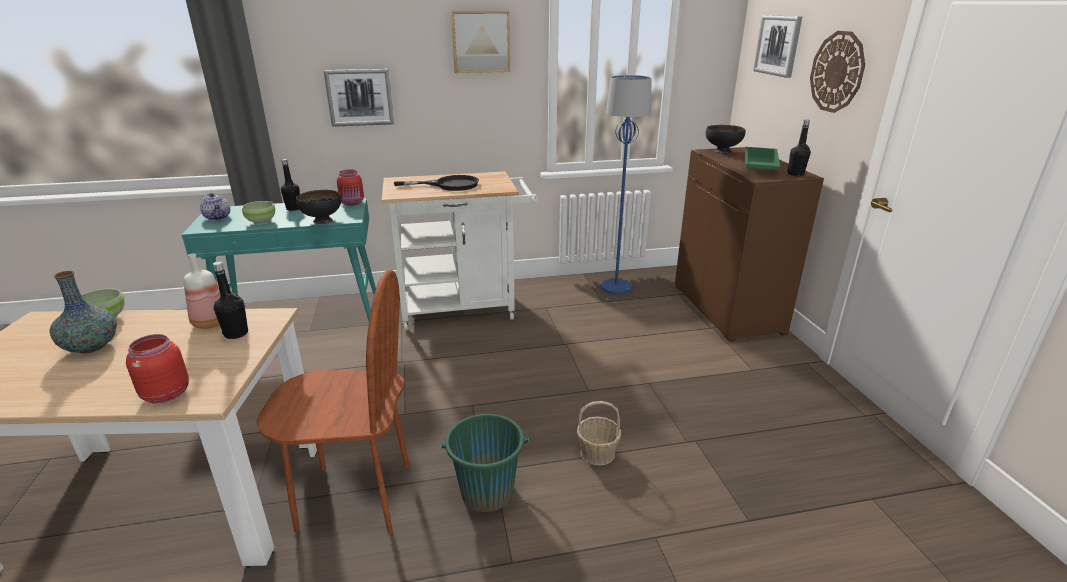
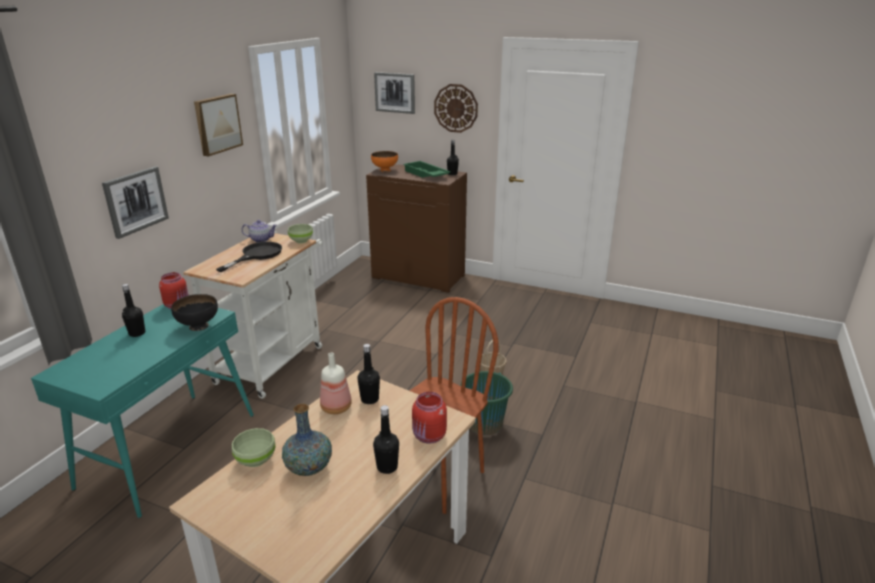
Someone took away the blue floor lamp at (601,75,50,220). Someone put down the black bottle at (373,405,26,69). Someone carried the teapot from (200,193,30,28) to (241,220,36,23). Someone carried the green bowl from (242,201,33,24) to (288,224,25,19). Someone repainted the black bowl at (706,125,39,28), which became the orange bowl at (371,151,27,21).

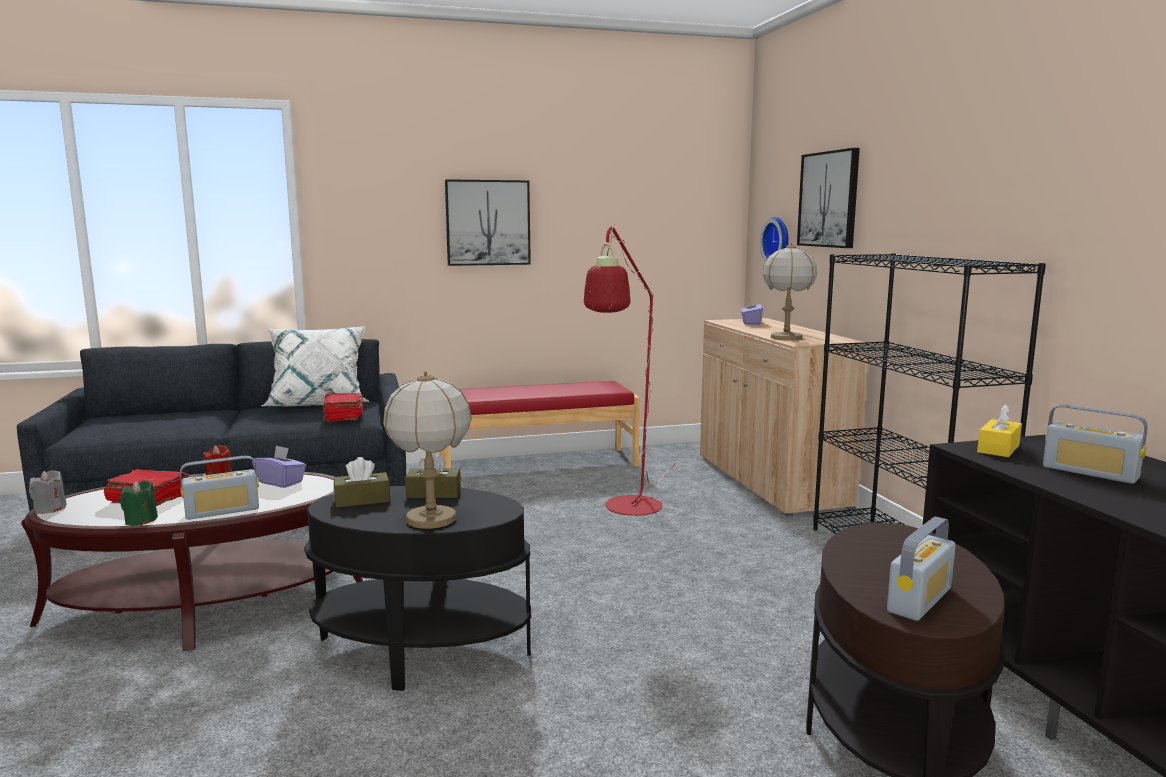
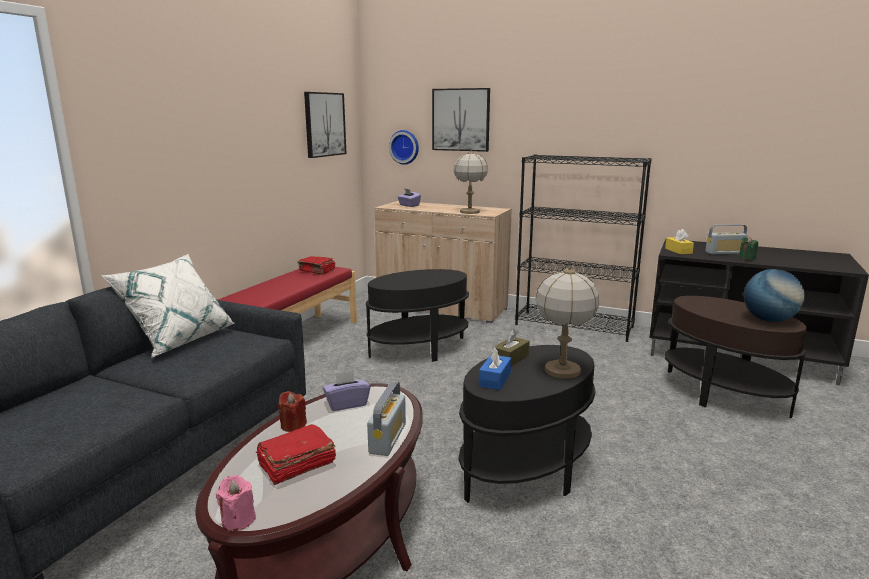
Someone carried the green candle from (120,480,38,46) to (739,237,19,24). Someone carried the red book from (323,393,40,29) to (297,256,38,19). Someone carried the picture from (445,179,86,87) to (304,92,43,66). Someone swapped the red floor lamp at (584,224,93,292) for the black side table at (366,269,103,93). Someone swapped the radio at (887,517,69,104) for the globe at (744,269,61,53). Someone repainted the grey candle at (29,470,38,44), which became the pink candle at (216,475,40,56). Someone repainted the brown tissue box at (334,457,56,51), which became the blue tissue box at (479,347,32,43).

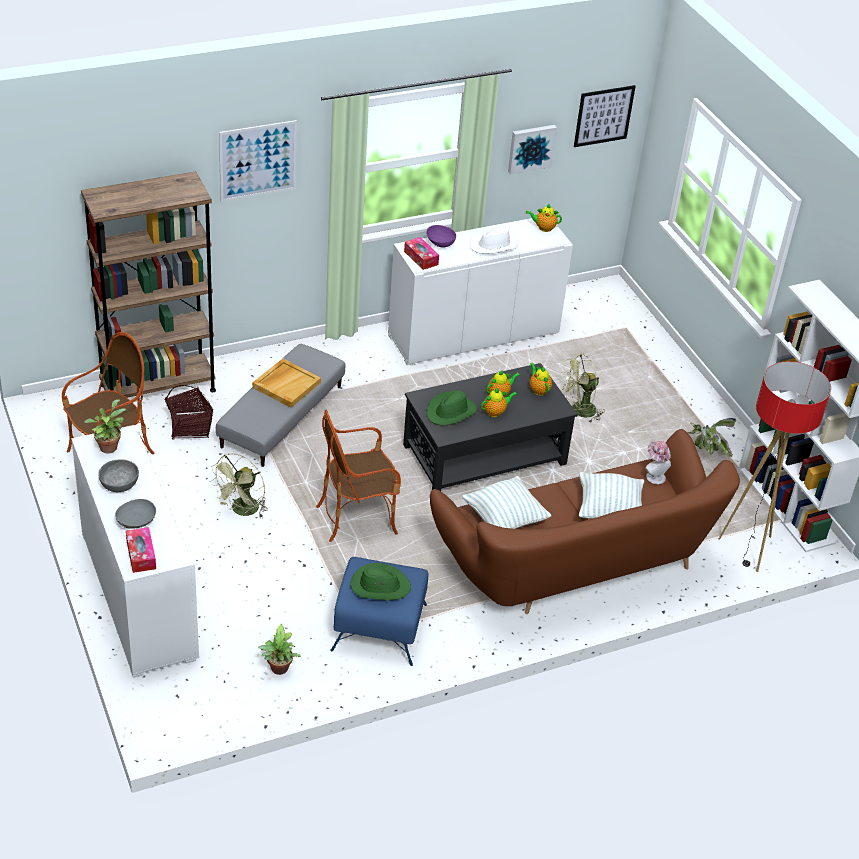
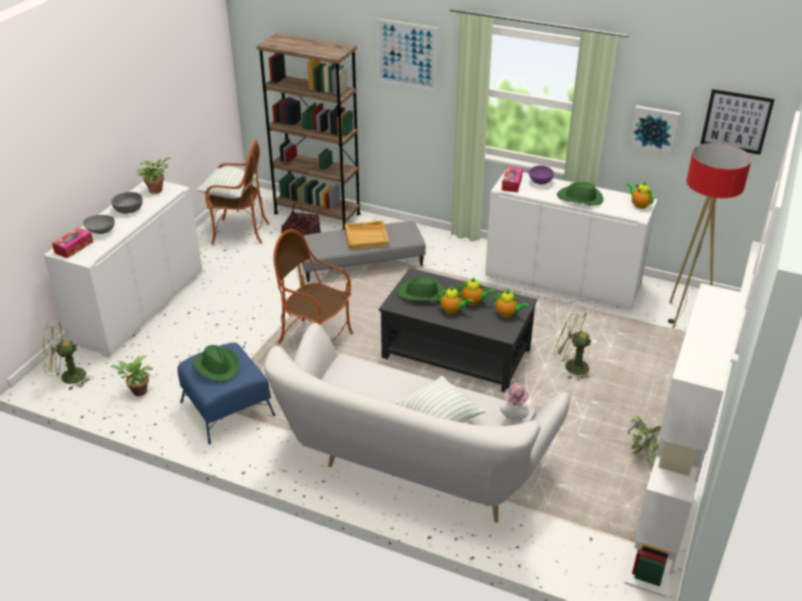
Someone carried the green fan from (210,453,58,65) to (42,321,51,70). Someone carried the pillow from (462,476,90,53) to (197,167,61,32). Someone carried the floor lamp from (719,361,112,211) to (668,143,83,186). Someone repainted the brown sofa at (430,429,310,185), which became the white sofa at (264,323,306,200). Someone repainted the white hat at (470,226,48,28), which became the green hat at (557,182,46,24). Someone rotated the teapot at (530,363,22,33) by 90 degrees clockwise.

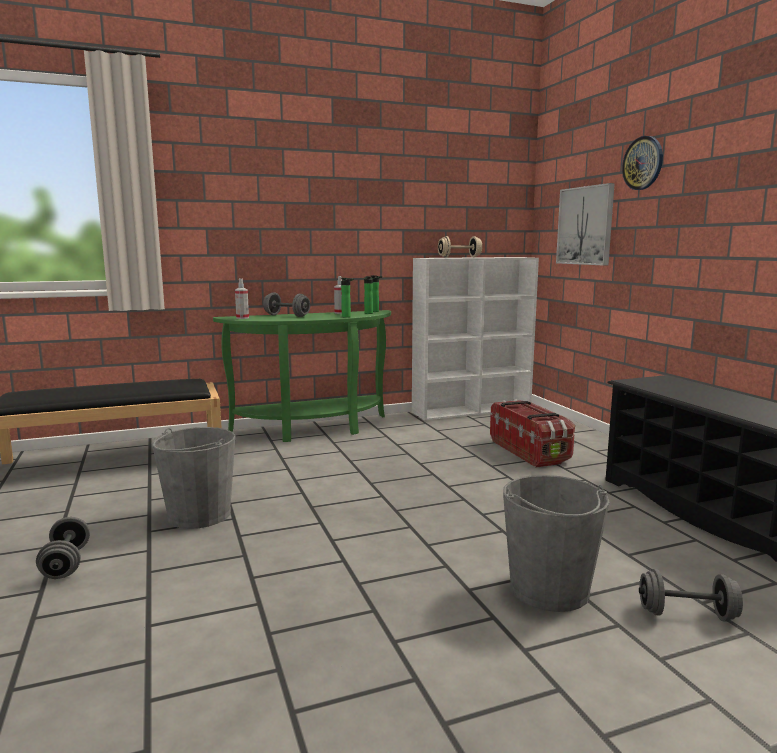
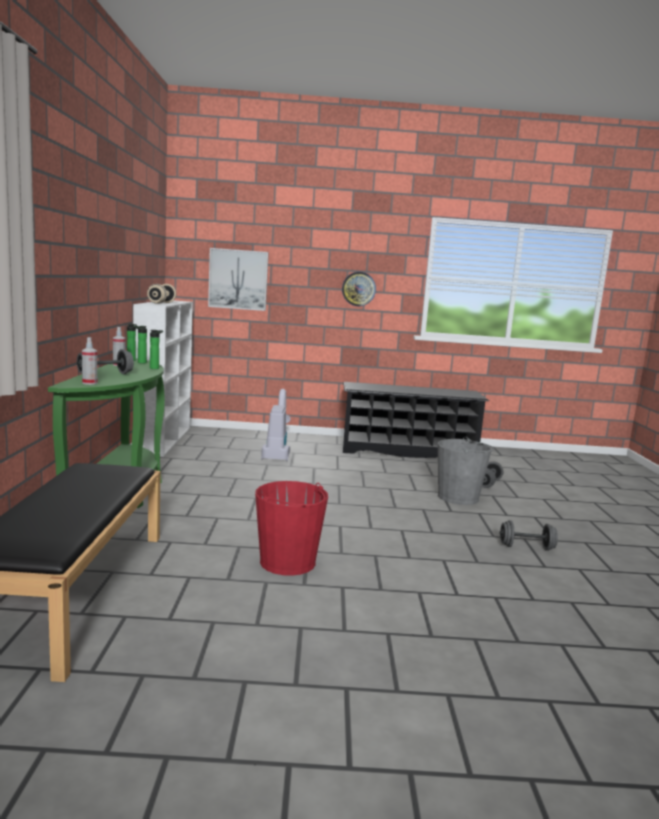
Someone carried the grey dumbbell from (36,517,54,62) to (500,520,58,31). Someone carried the wall clock from (622,136,41,54) to (342,272,34,34). Someone swapped the storage box at (490,400,85,68) for the vacuum cleaner at (261,389,30,72). Someone repainted the grey bucket at (152,427,83,102), which became the red bucket at (255,481,73,95).

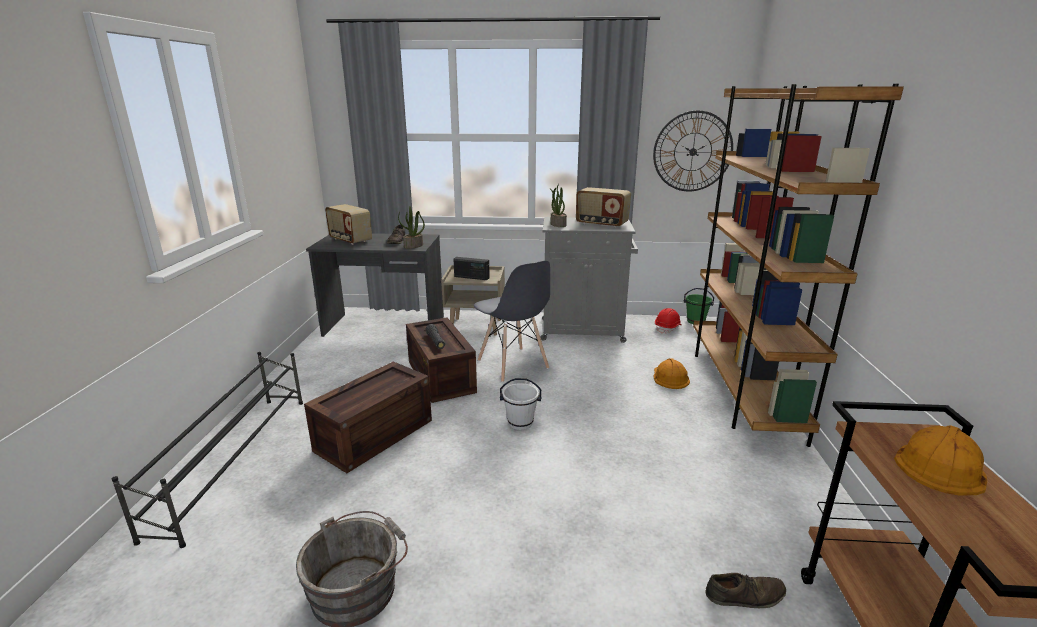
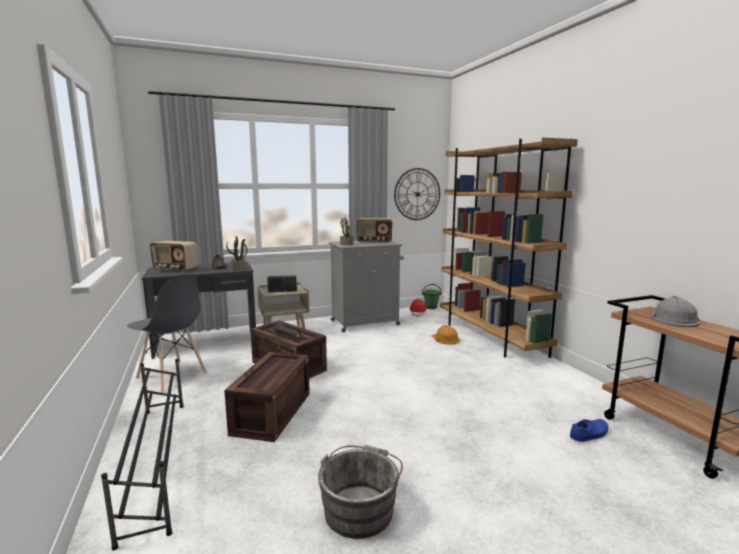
Someone took away the white bucket at (500,378,42,52). Someone carried the grey chair from (474,261,76,121) to (127,276,80,115). Someone repainted the brown shoe at (705,573,81,35), which became the blue shoe at (570,419,39,23). Someone repainted the orange hard hat at (894,425,93,71), which became the grey hard hat at (651,296,50,31).

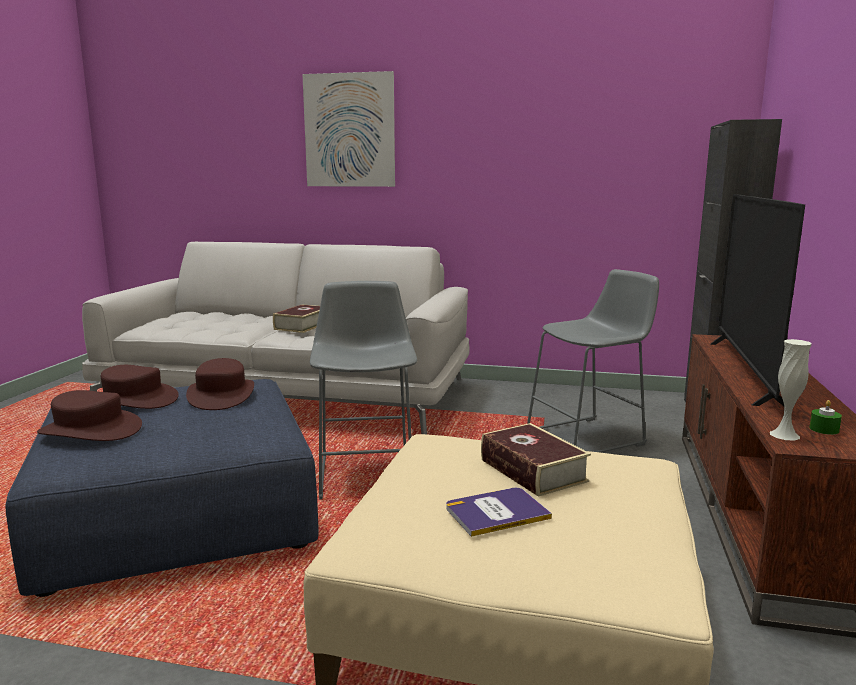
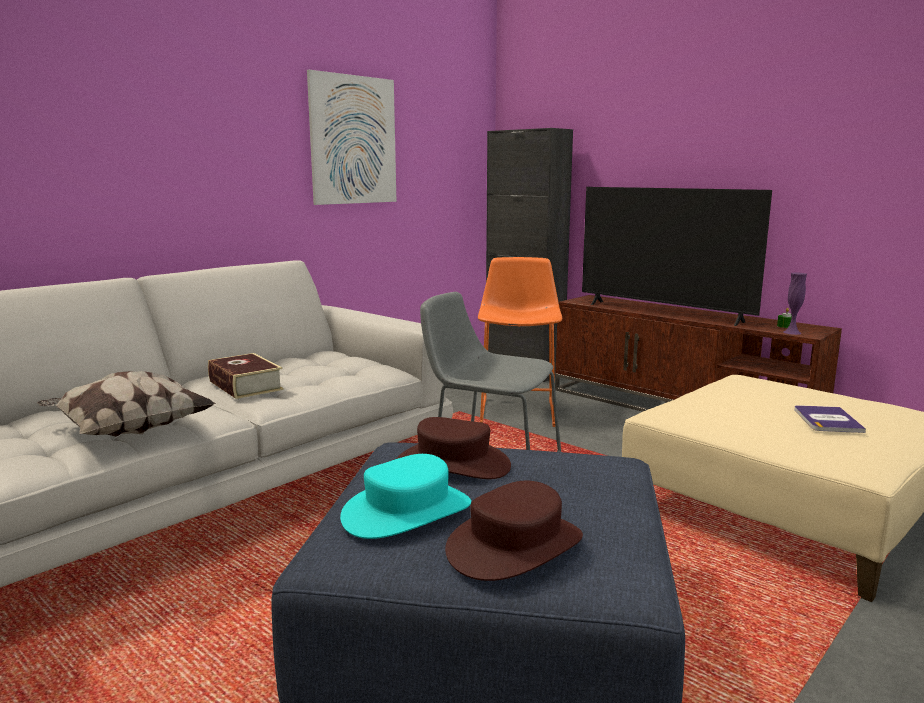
Someone took away the book at (481,423,110,74). Someone put down the pillow at (37,371,179,66). Someone carried the picture from (302,71,93,116) to (307,70,89,135). Someone repainted the brown hat at (101,365,78,44), which became the turquoise hat at (340,454,131,85). Someone repainted the grey stool at (527,269,132,184), which became the orange stool at (478,257,84,170). Someone repainted the white vase at (770,339,42,102), which became the purple vase at (783,273,24,62).

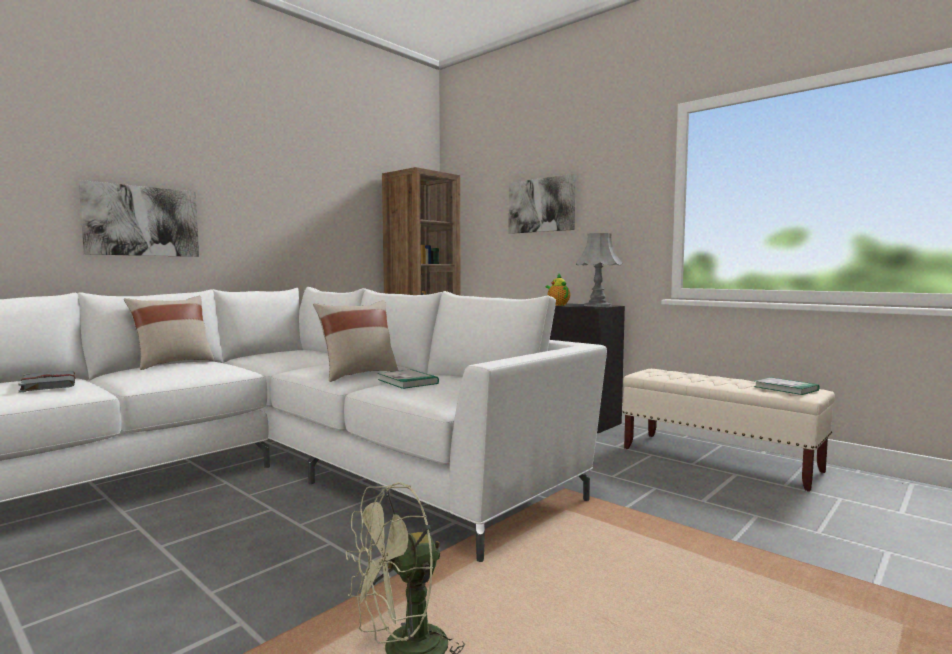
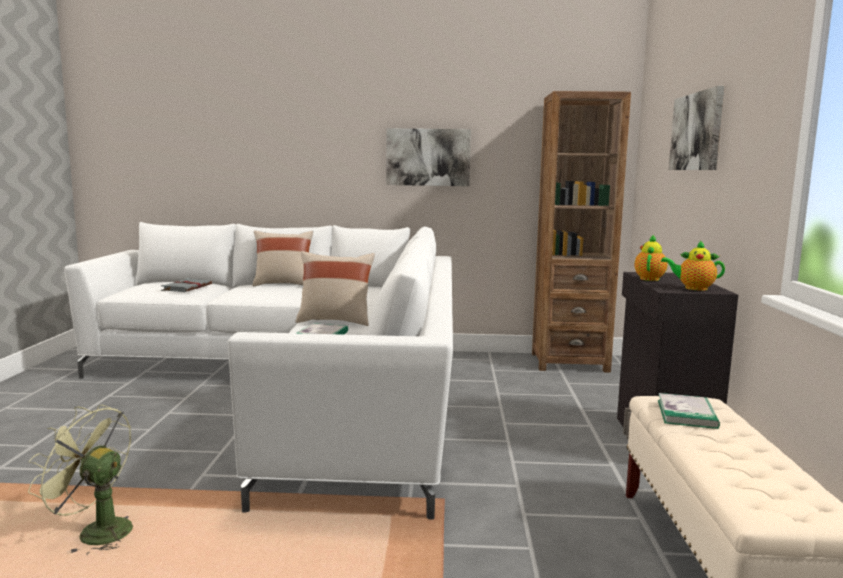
Someone carried the picture from (79,180,120,77) to (386,128,85,58). Someone carried the book from (753,377,66,18) to (658,393,62,36). Someone swapped the grey table lamp at (576,233,46,74) for the teapot at (661,241,64,50).

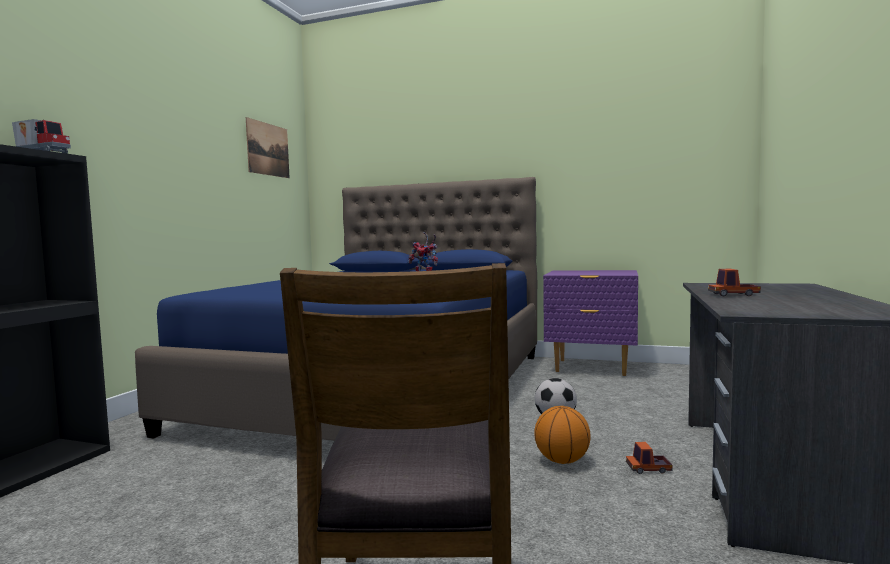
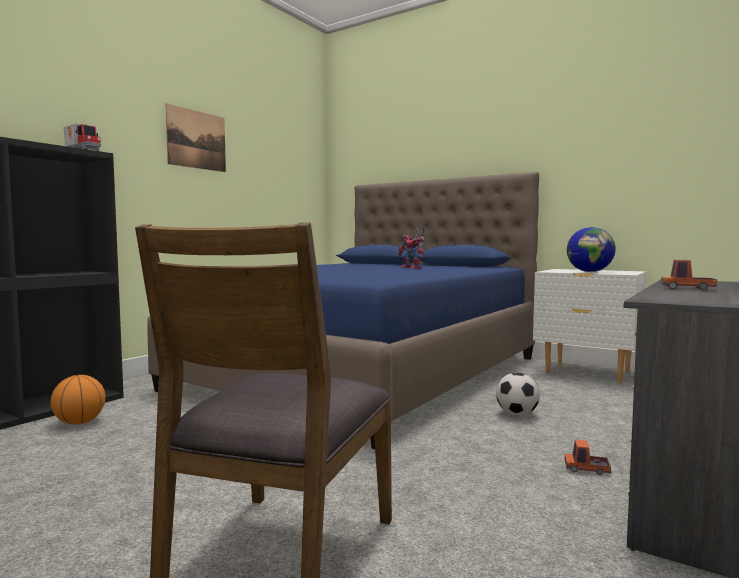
Someone put down the globe at (567,227,49,45). Someone carried the picture from (246,117,44,61) to (166,104,60,68). Someone carried the basketball from (534,406,57,58) to (50,375,56,50). Someone repainted the purple nightstand at (543,270,95,106), which became the white nightstand at (533,269,114,114).

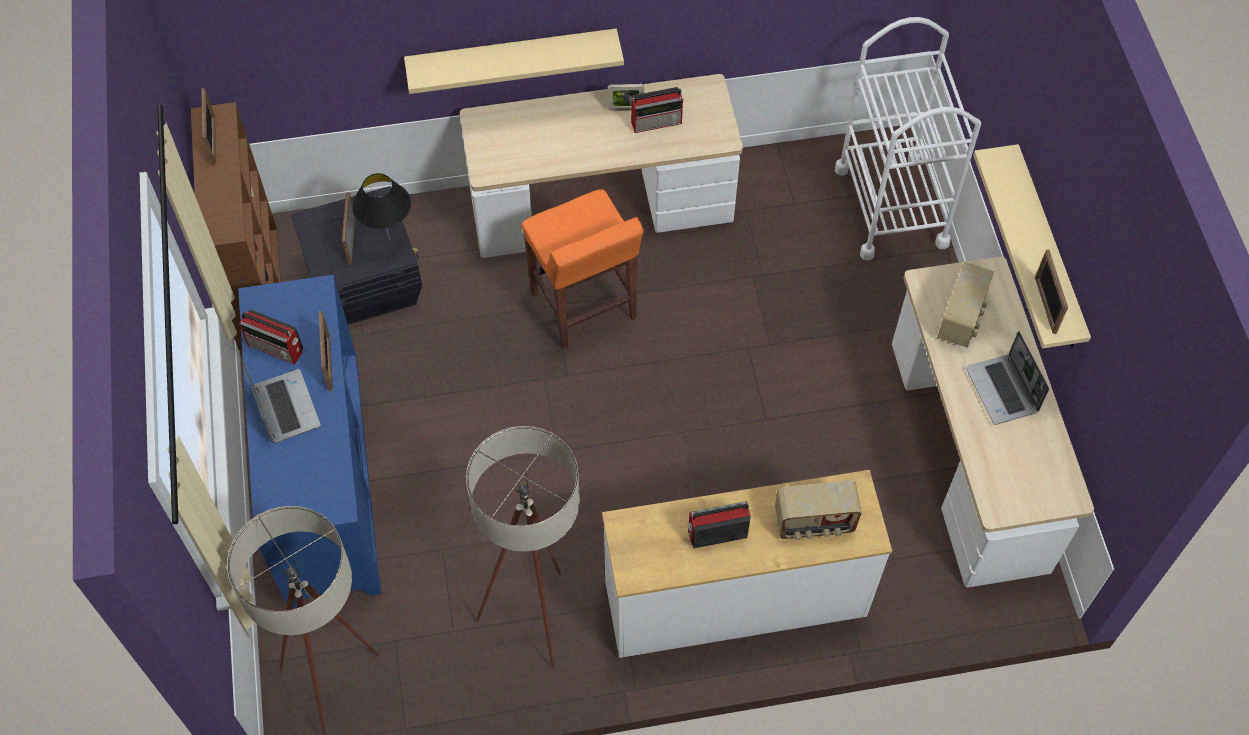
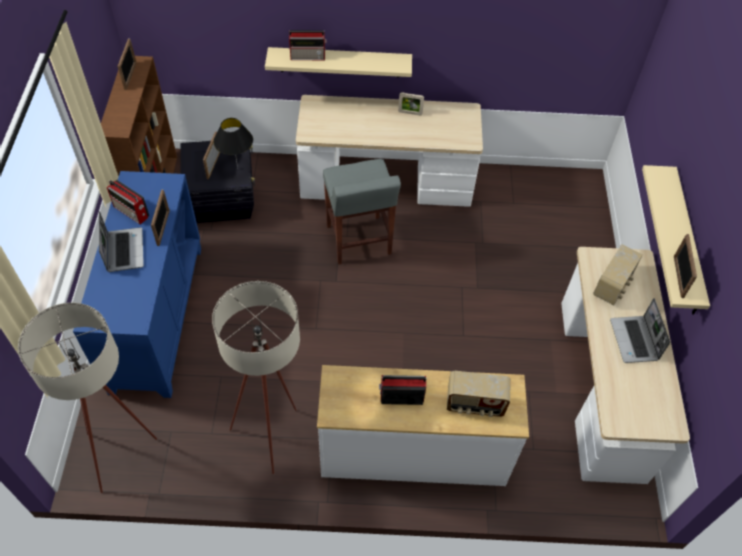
Someone took away the white cart at (835,17,146,244). Someone carried the radio from (631,87,53,46) to (289,30,38,30). Someone repainted the orange stool at (522,189,122,161), which became the grey stool at (323,159,78,106).

